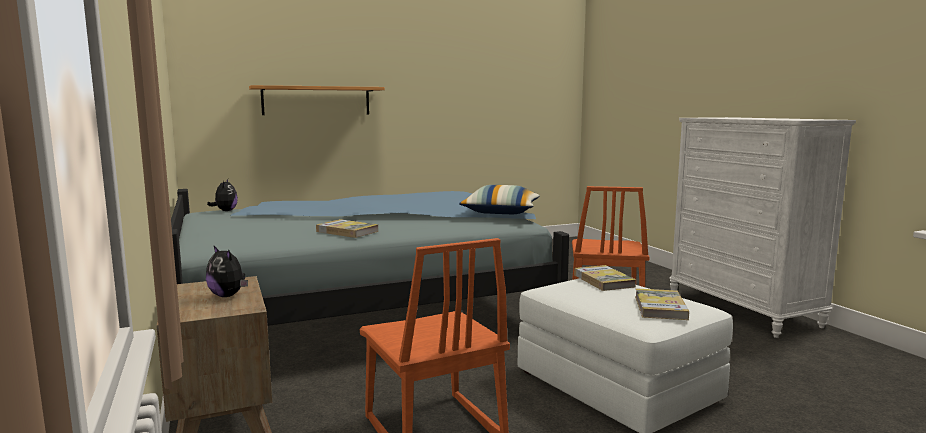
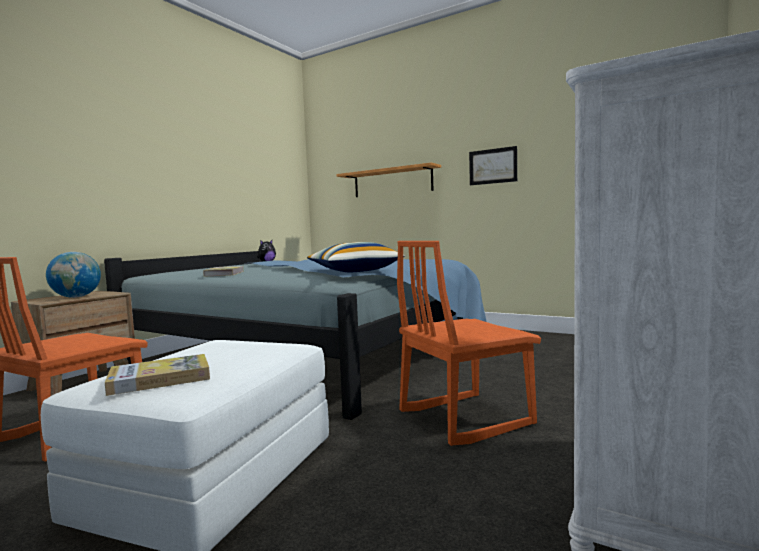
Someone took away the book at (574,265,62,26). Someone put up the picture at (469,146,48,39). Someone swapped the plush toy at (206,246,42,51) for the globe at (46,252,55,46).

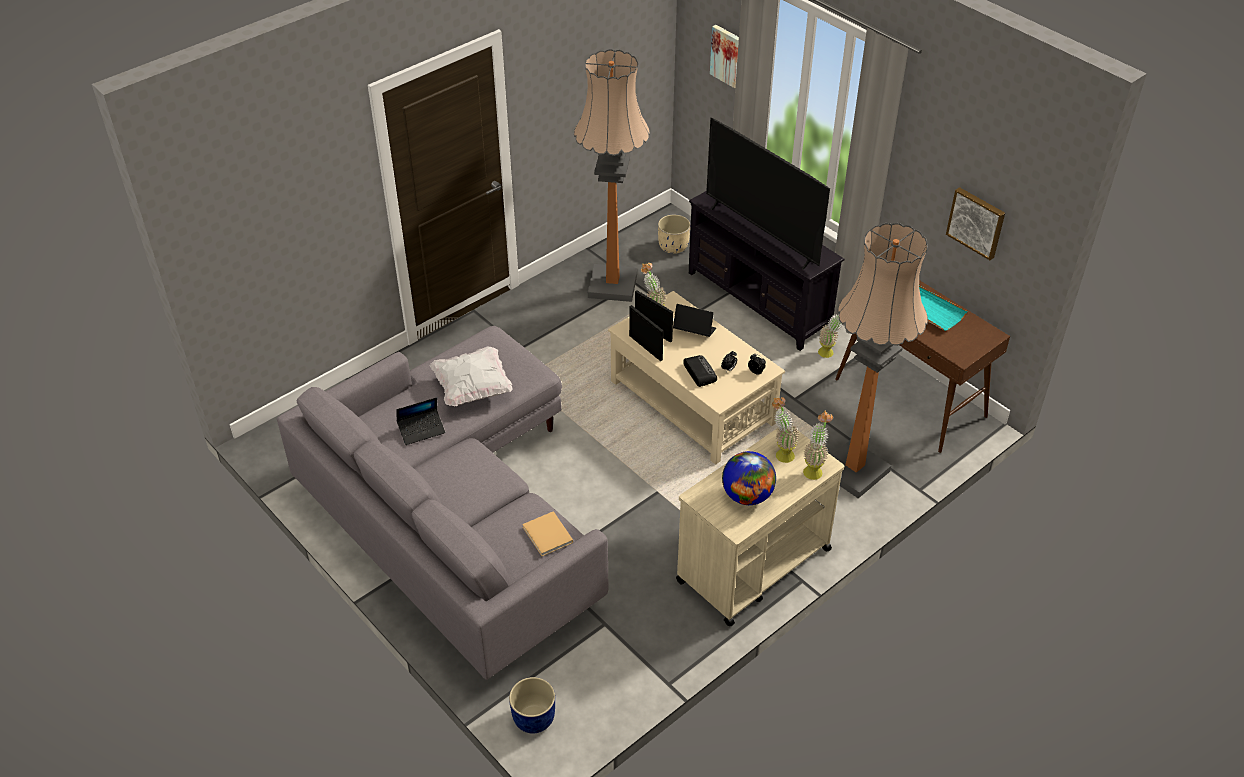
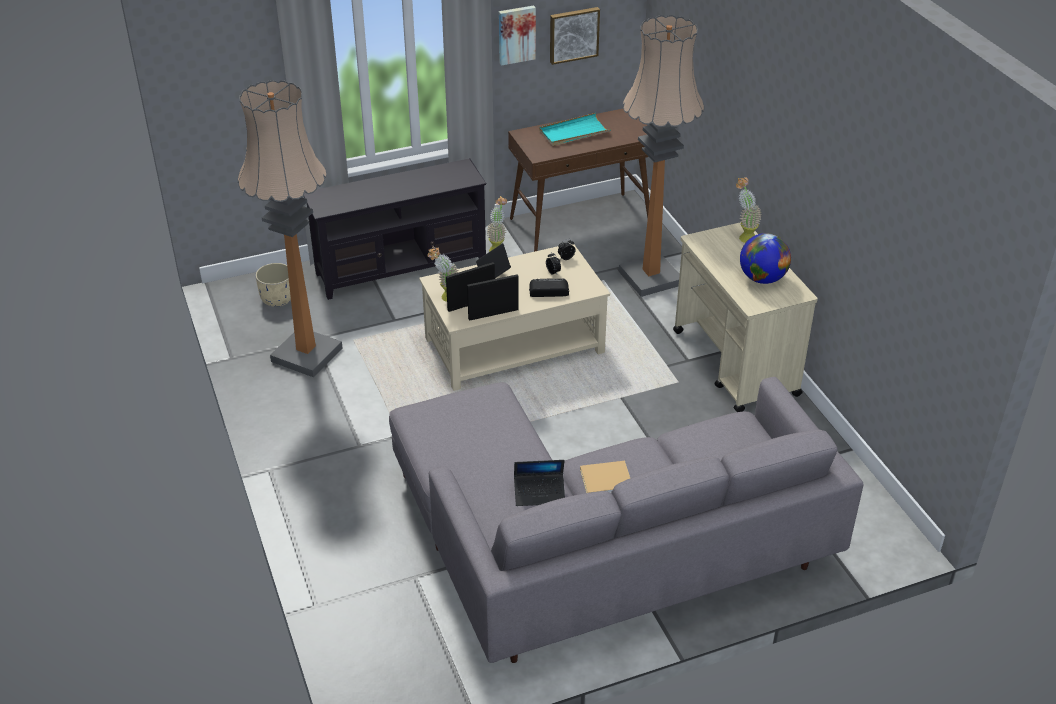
Someone took away the white pillow at (430,347,83,59). Someone took away the blue planter at (509,677,46,56). Someone took away the television at (706,118,124,151). Someone took away the potted plant at (772,397,27,66). Someone carried the beige book from (522,511,51,45) to (580,461,50,32). Someone carried the picture from (710,25,29,63) to (499,5,37,61). Someone rotated the laptop at (396,397,49,48) by 90 degrees clockwise.

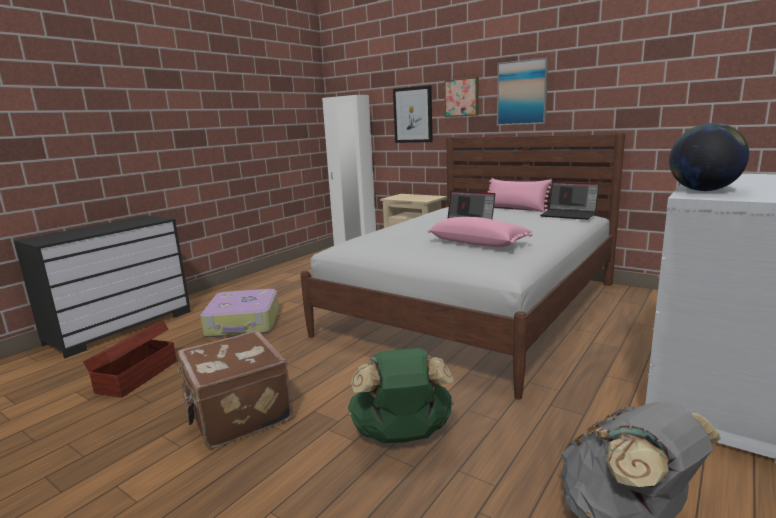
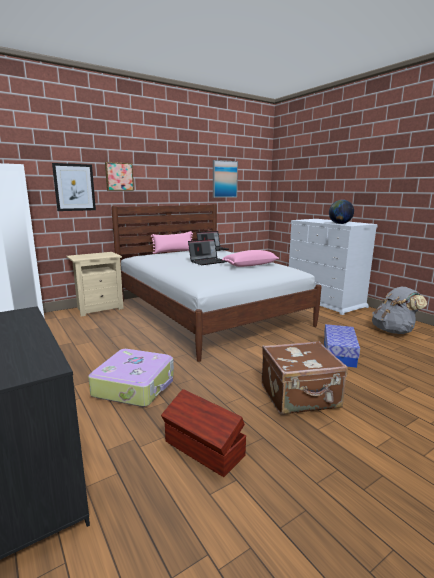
Someone carried the picture from (497,57,51,69) to (213,160,25,38). Someone swapped the green backpack at (348,348,106,95) for the storage box at (324,324,36,44).

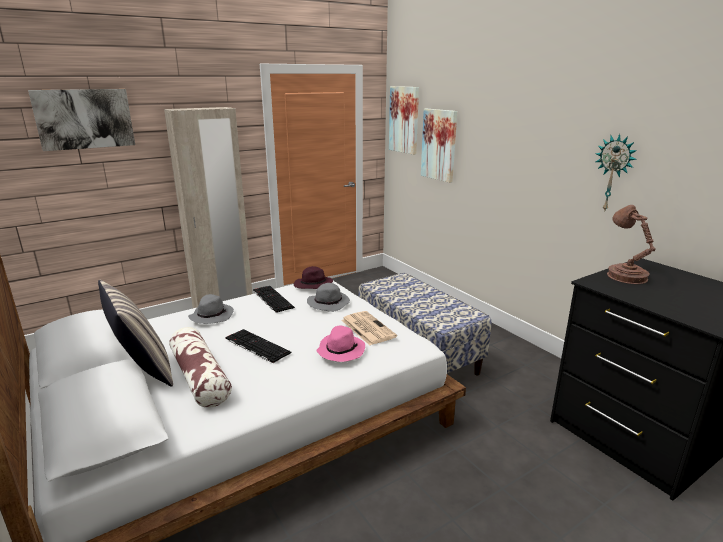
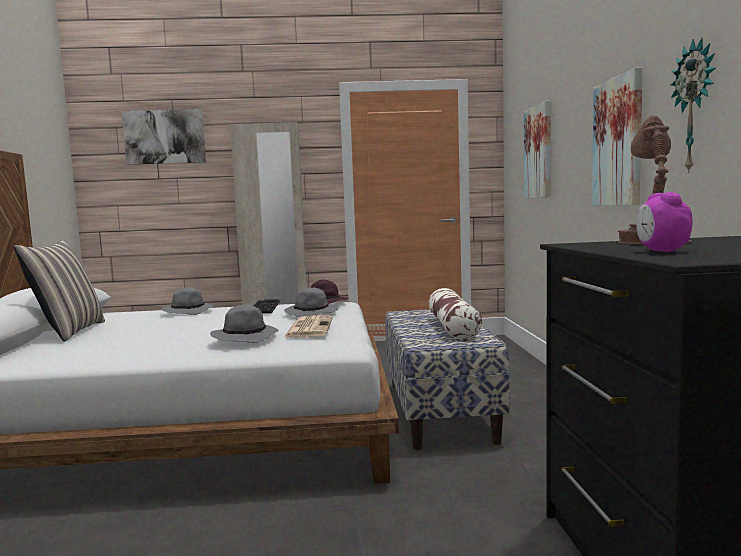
Someone took away the keyboard at (225,329,66,34). Someone put down the alarm clock at (637,192,56,60). Someone carried the pillow from (169,327,63,81) to (429,288,53,52). Someone carried the picture from (389,86,30,69) to (592,67,50,139). Someone repainted the pink hat at (317,325,48,37), which became the grey hat at (210,304,69,39).

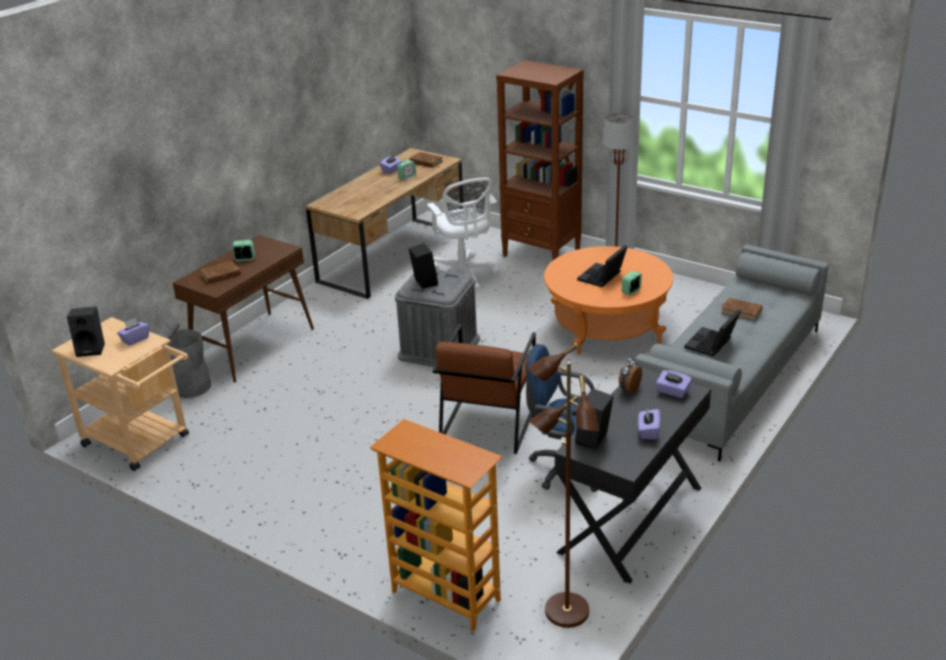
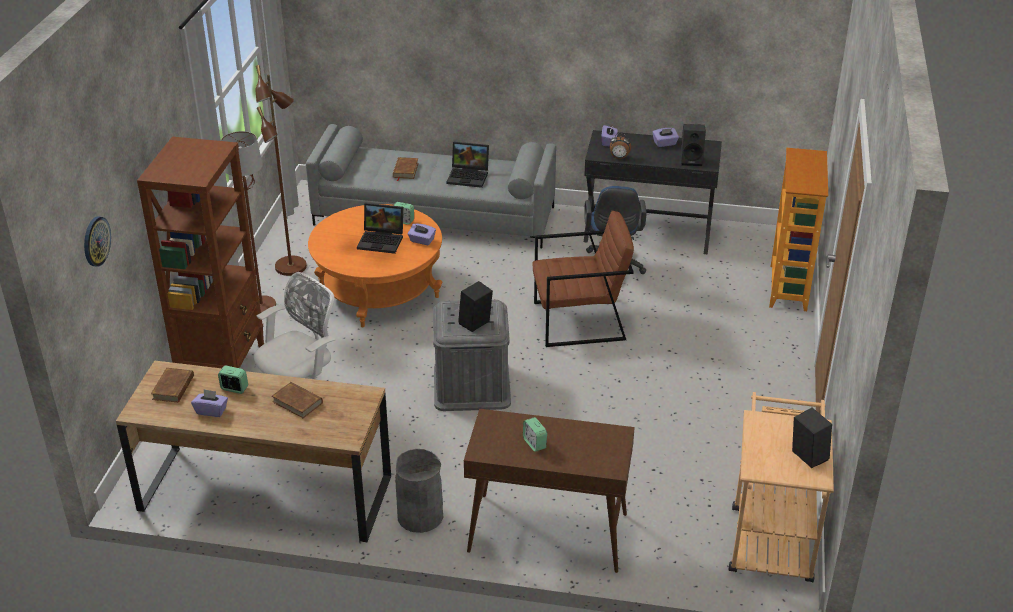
Someone put up the wall clock at (84,216,27,51). Someone carried the purple tissue box from (117,318,32,28) to (408,223,28,22). Someone carried the grey trash can from (163,318,48,80) to (395,449,48,84). Someone carried the brown book from (201,261,44,23) to (272,382,51,36). Someone carried the brown floor lamp from (528,342,71,286) to (255,65,52,211).

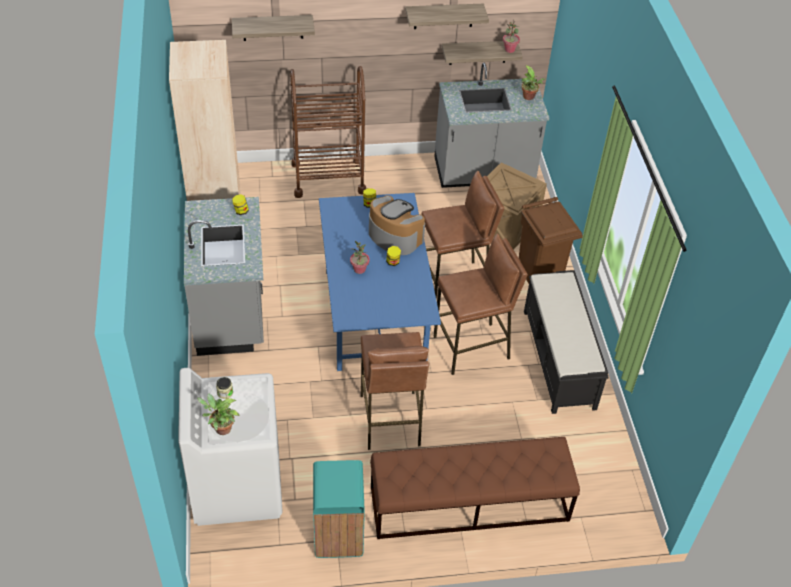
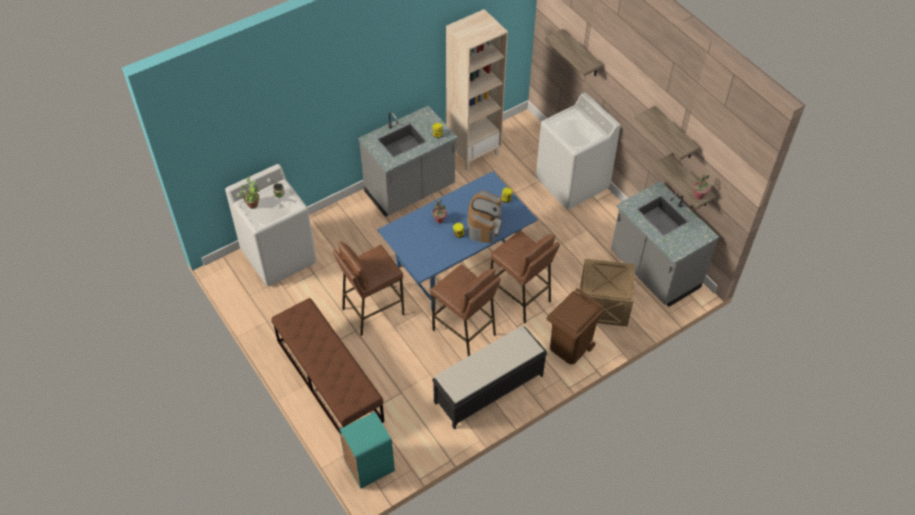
Someone took away the potted plant at (521,65,25,35). Someone carried the turquoise trash can from (313,460,52,98) to (339,412,56,77). Someone swapped the brown cart at (290,66,76,132) for the white washing machine at (536,92,85,118).

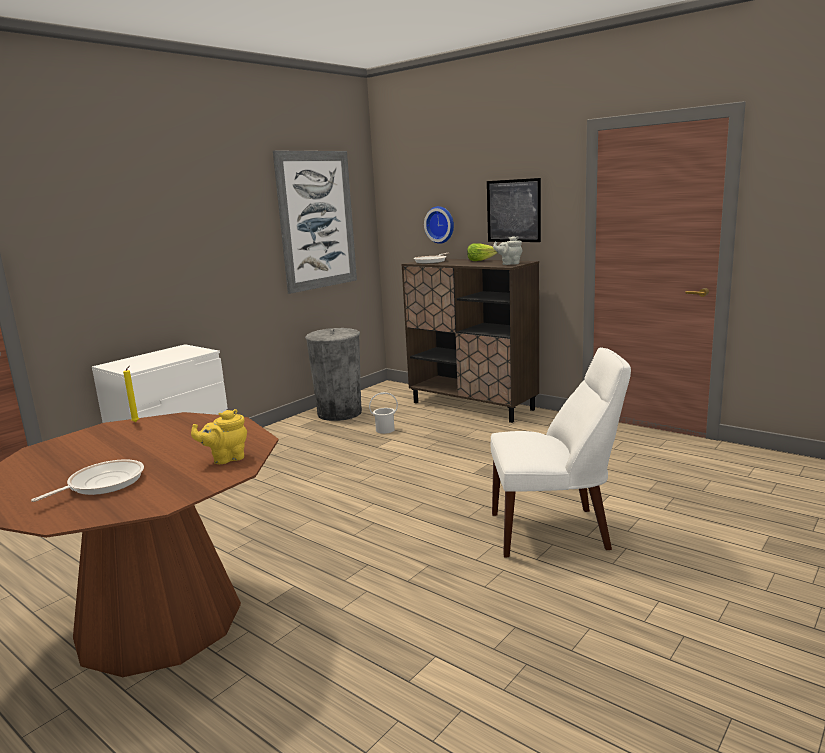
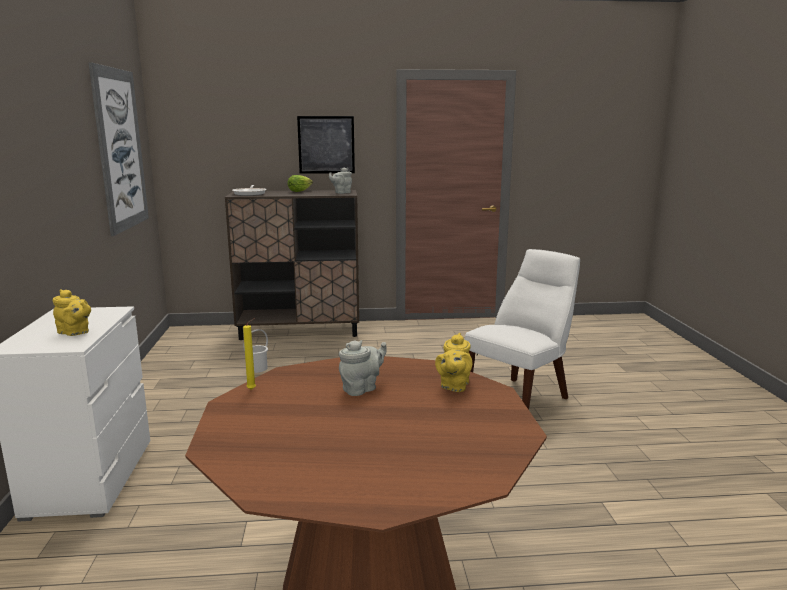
Someone took away the frying pan at (31,460,113,42). Someone took away the grey trash can at (305,328,57,93). Someone took away the wall clock at (424,206,30,38). Someone put down the yellow teapot at (53,289,38,47). Someone put down the grey teapot at (339,340,48,56).

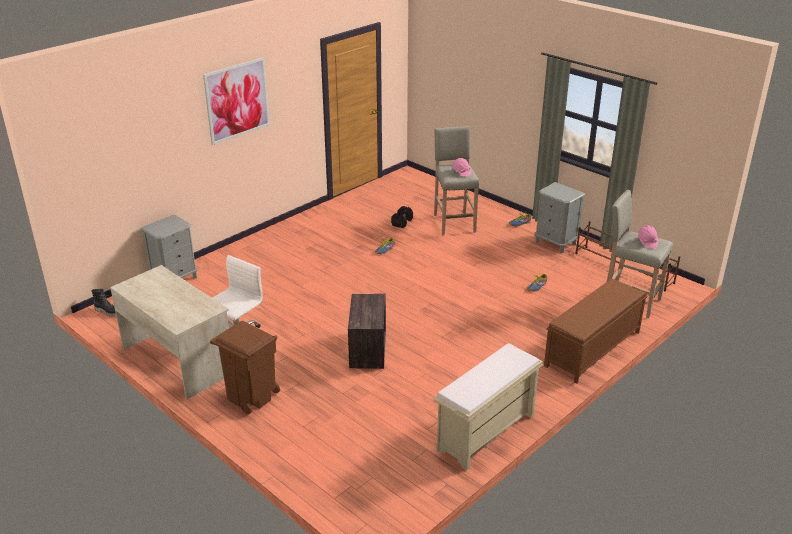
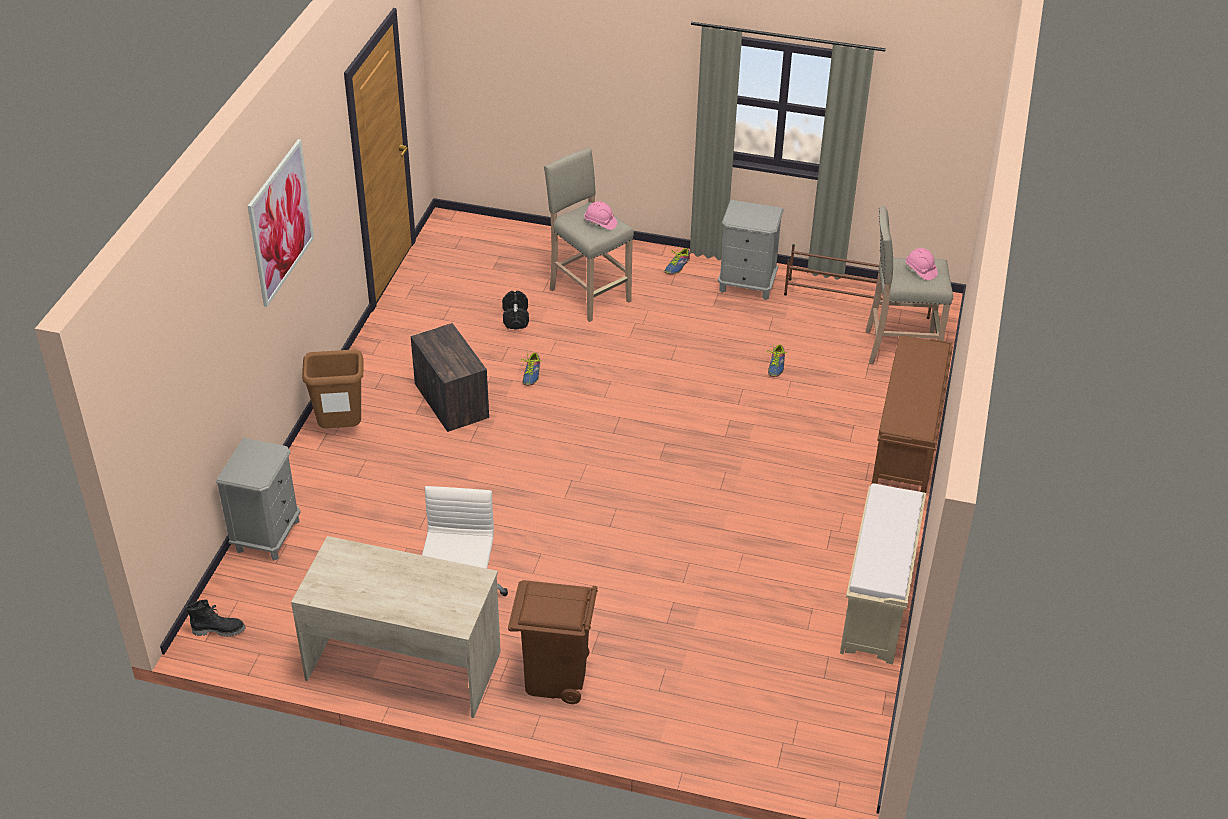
Someone put down the brown trash can at (302,350,61,78). Someone carried the crate from (348,293,38,76) to (411,323,78,109).

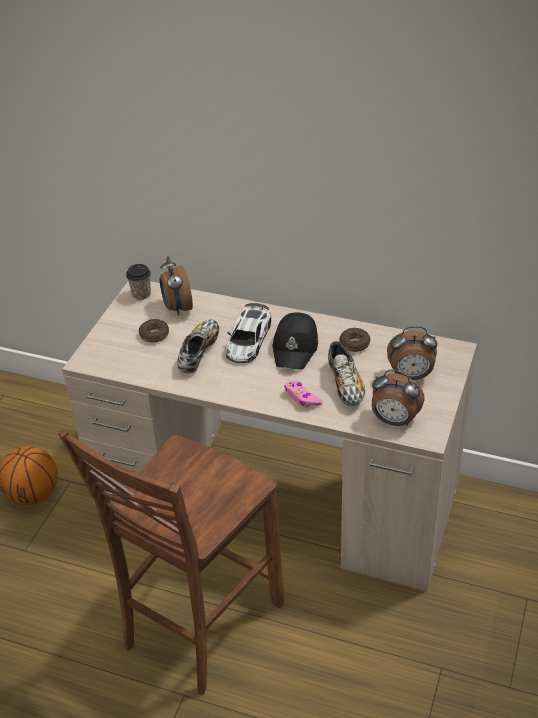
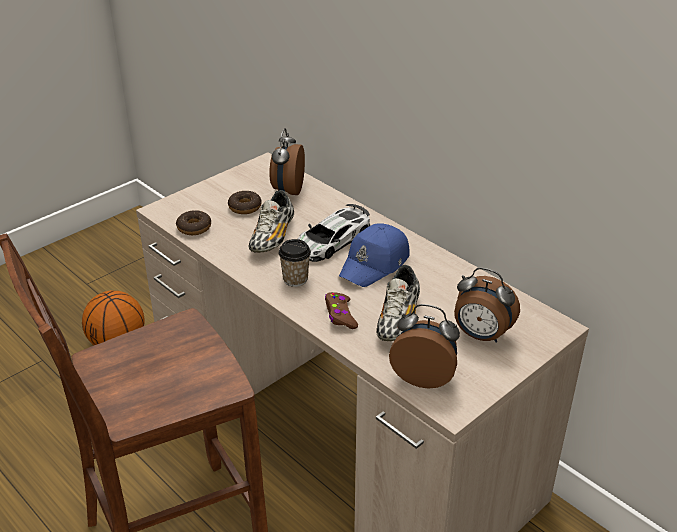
Someone carried the cup from (126,264,25,36) to (278,239,33,48). Someone carried the donut from (339,328,31,24) to (176,210,35,25). Someone repainted the black cap at (272,313,46,57), which became the blue cap at (339,223,71,64). Someone repainted the pink game controller at (284,381,39,26), which became the brown game controller at (325,292,33,37). Someone rotated the shoe at (177,319,42,55) by 150 degrees clockwise. Someone rotated the alarm clock at (372,370,53,56) by 150 degrees clockwise.

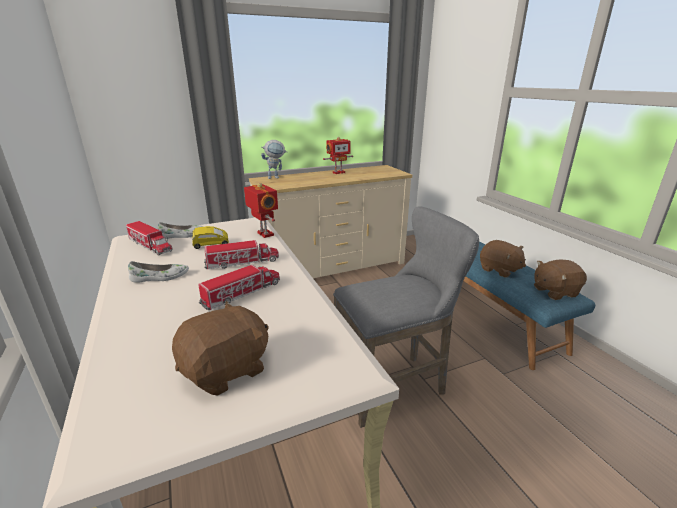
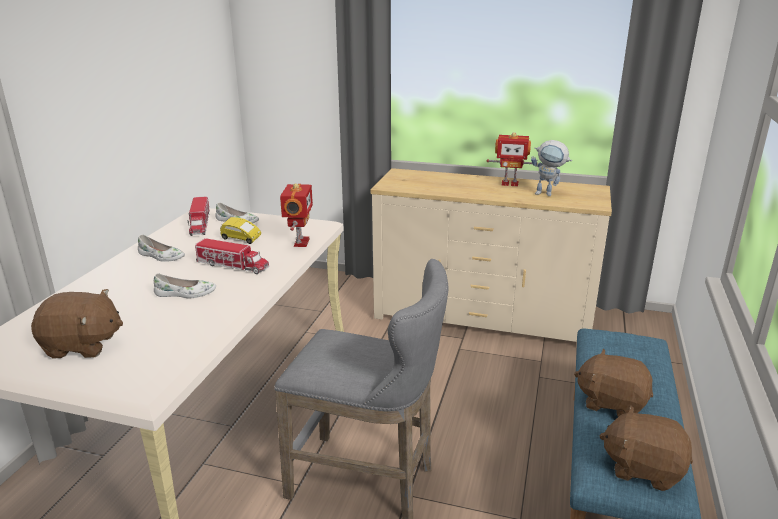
Someone carried the toy robot from (261,140,25,39) to (531,140,41,56). Someone swapped the toy truck at (198,265,82,45) for the white shoe at (154,273,62,25). Someone rotated the brown plush toy at (480,240,46,38) by 120 degrees clockwise.

